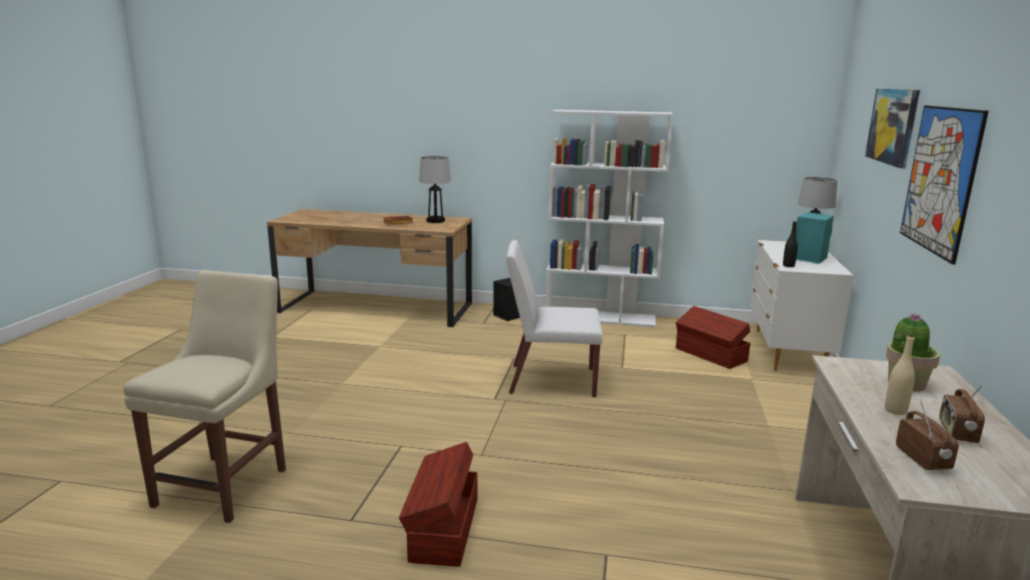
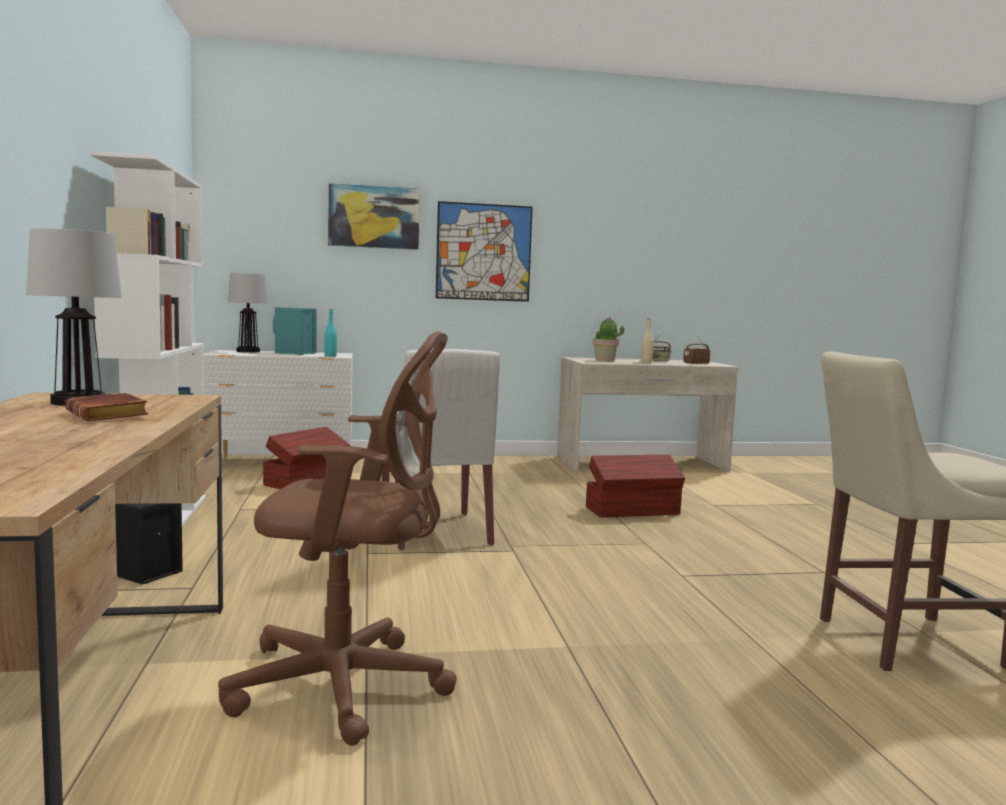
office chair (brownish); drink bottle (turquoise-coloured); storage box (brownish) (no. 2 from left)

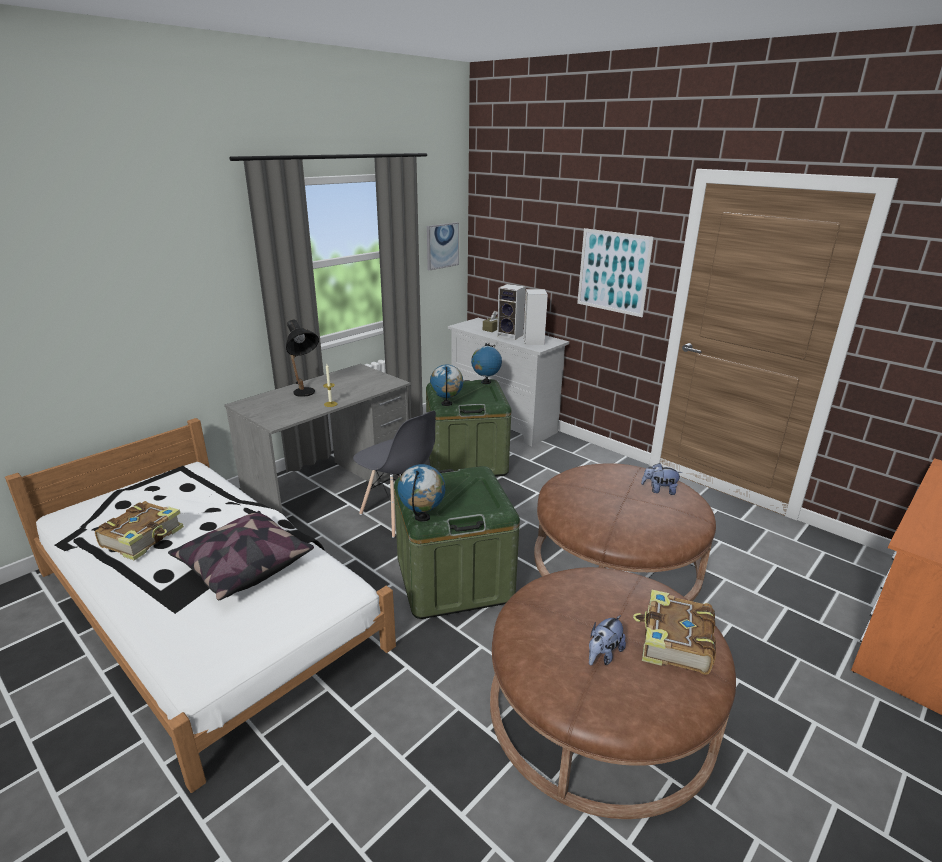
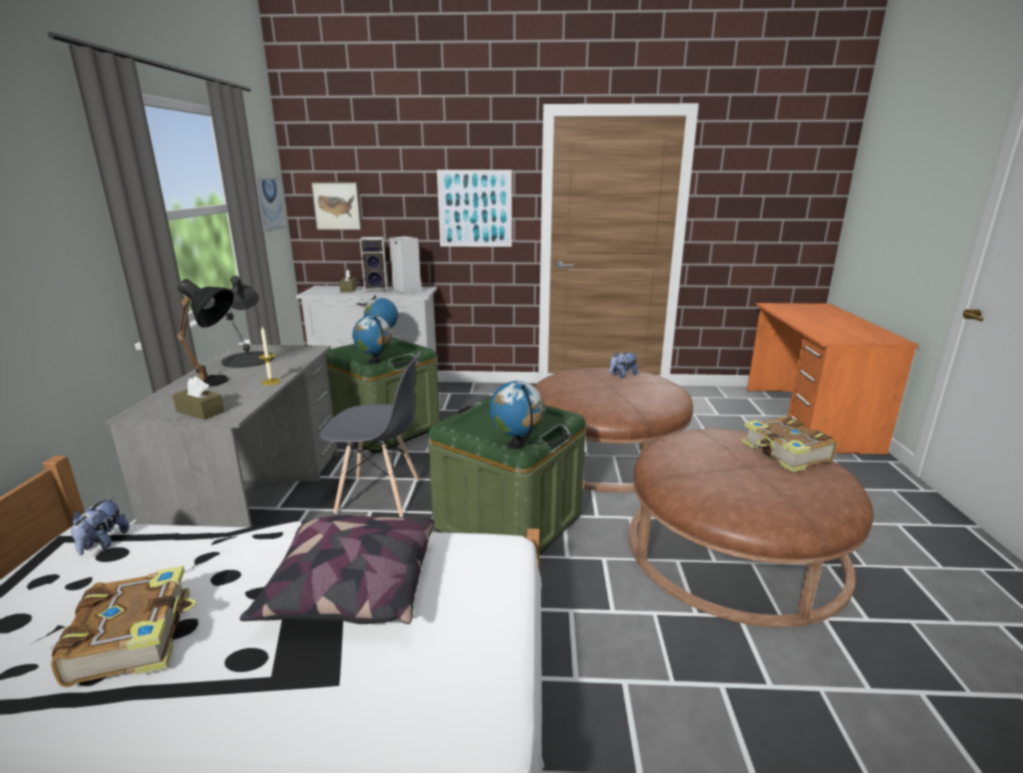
cuddly toy (no. 1 from left); tissue holder (brownish) (no. 1 from left); table lamp (black) (no. 2 from left); picture (no. 2 from left)

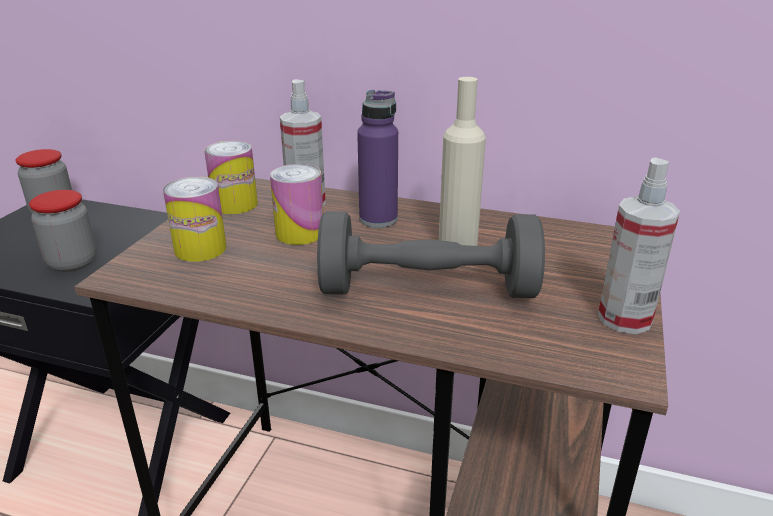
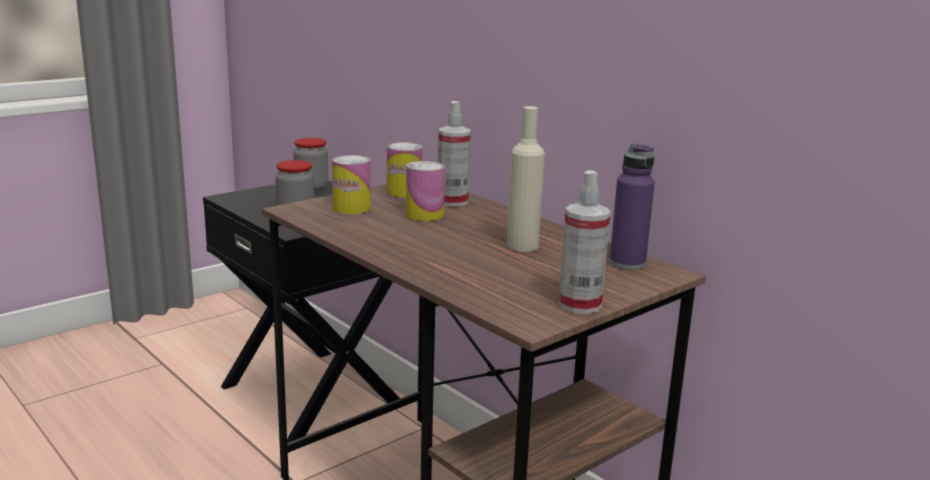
drink bottle (purple); free weight (greyish)

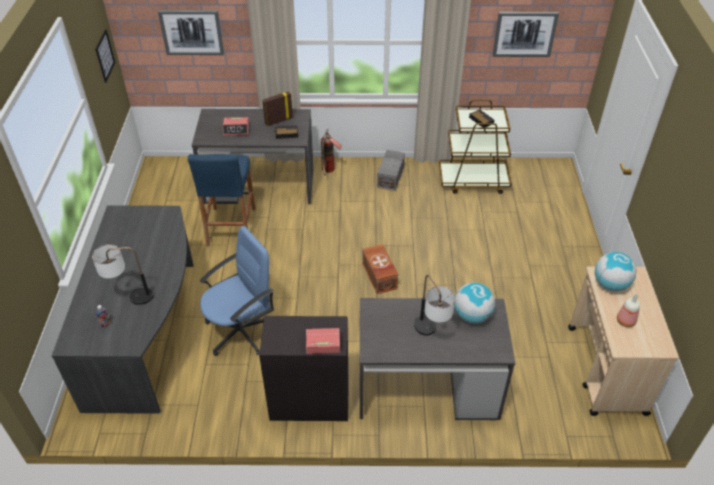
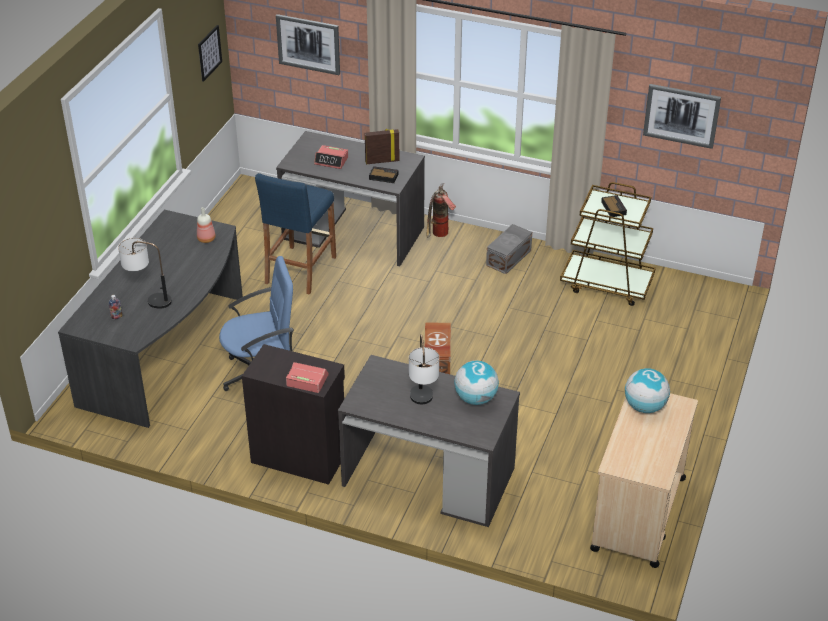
drink bottle (no. 2 from left)

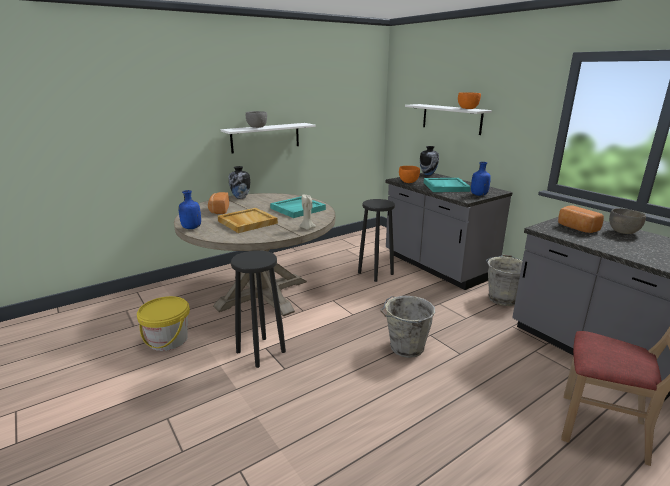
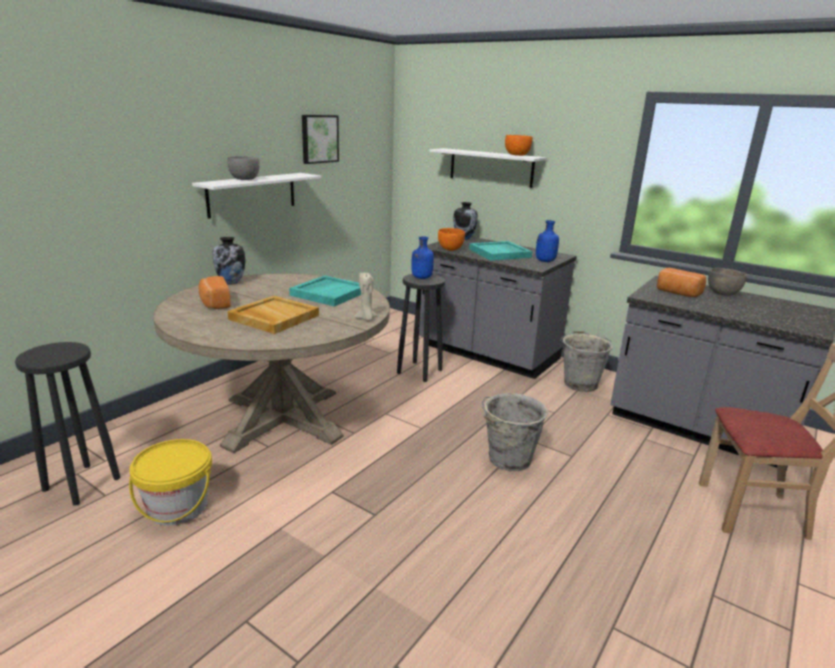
stool seat (black) (no. 1 from left); picture; drink bottle (bluish) (no. 1 from left)

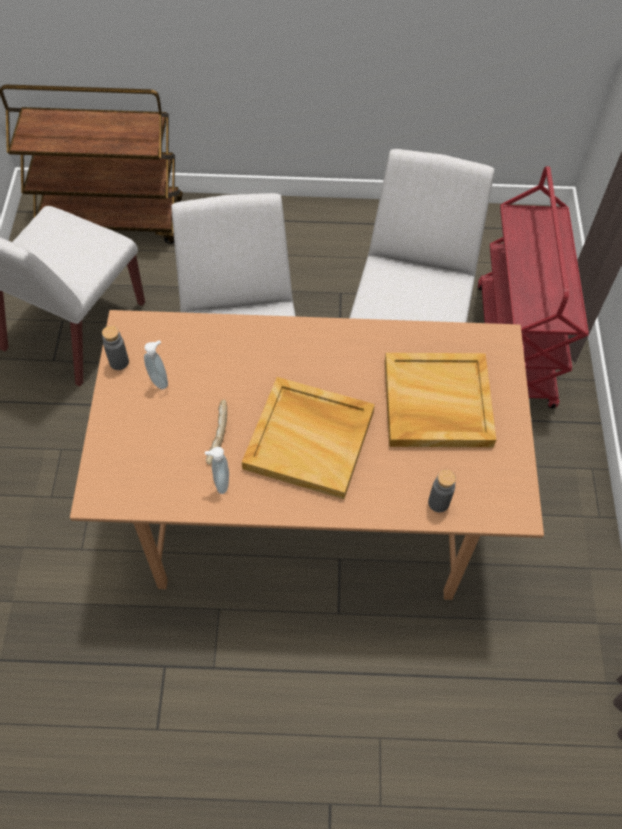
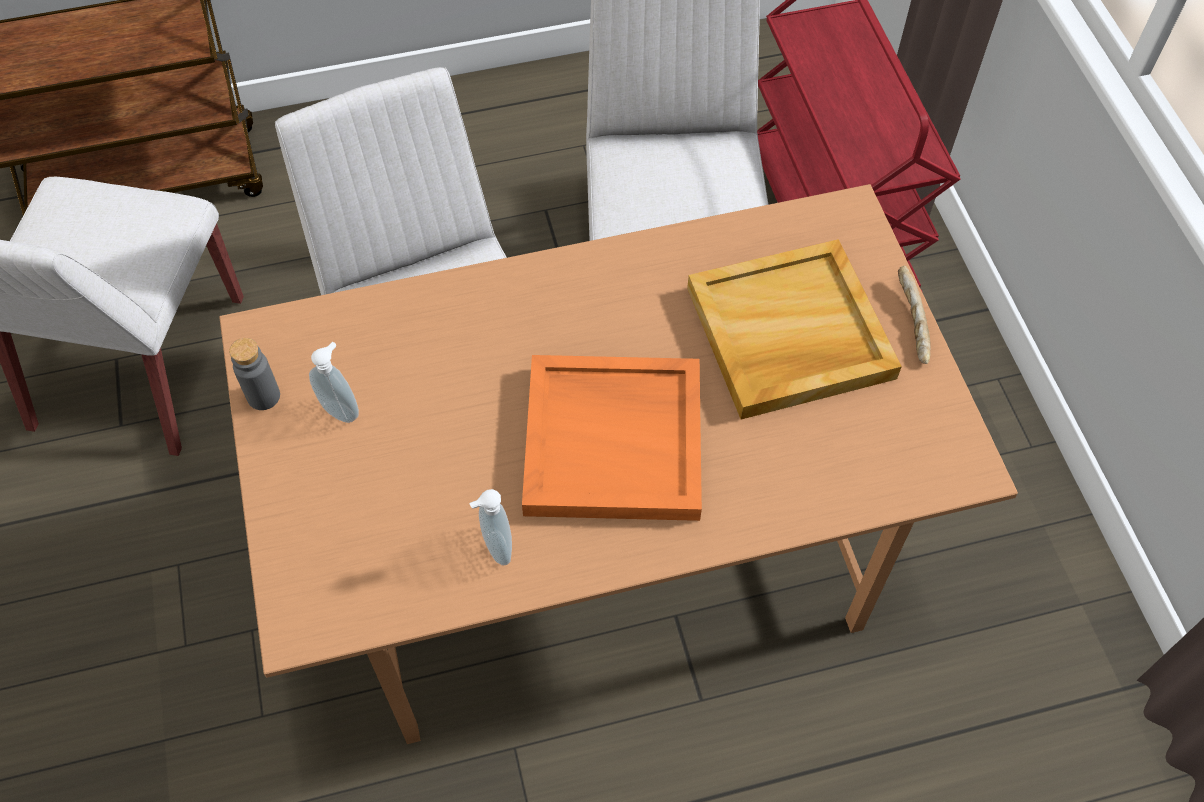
tray (orange); bread; drink bottle (greyish) (no. 2 from left in the first image)

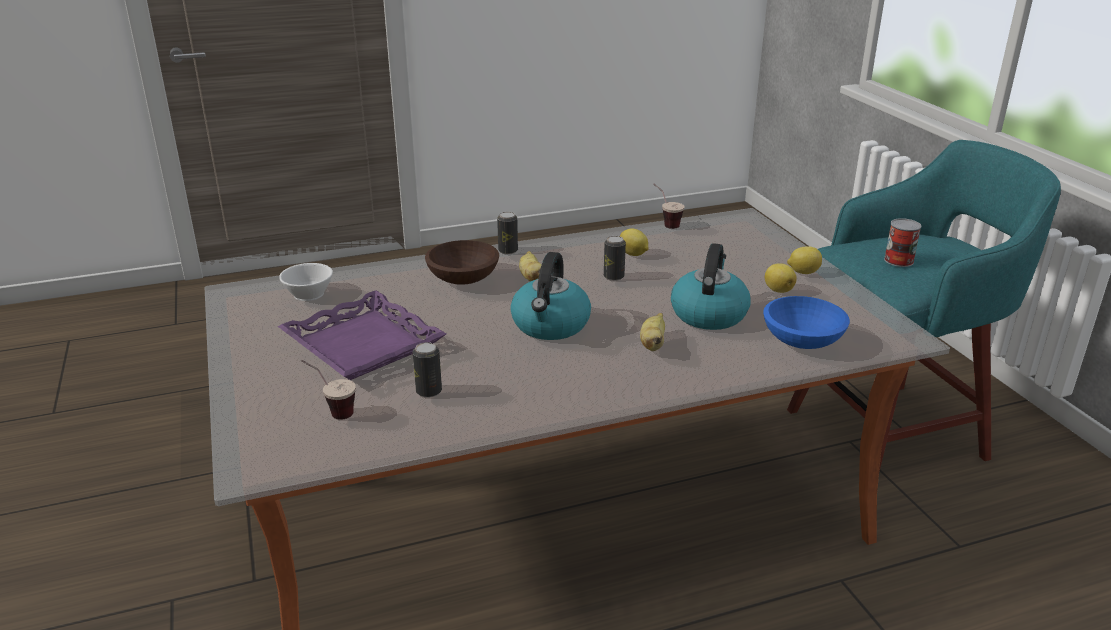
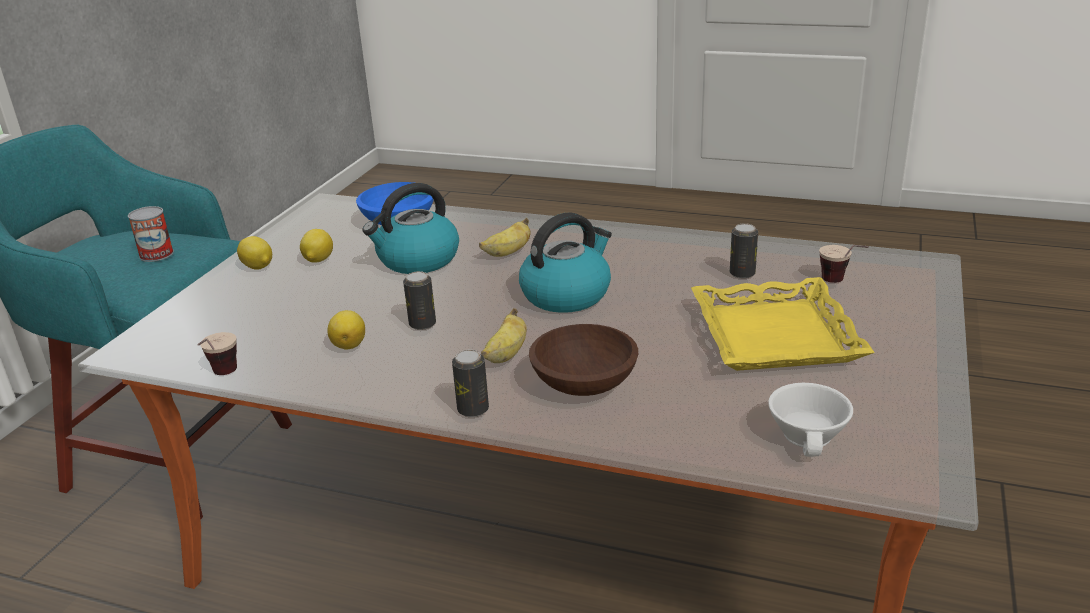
tray (yellow)

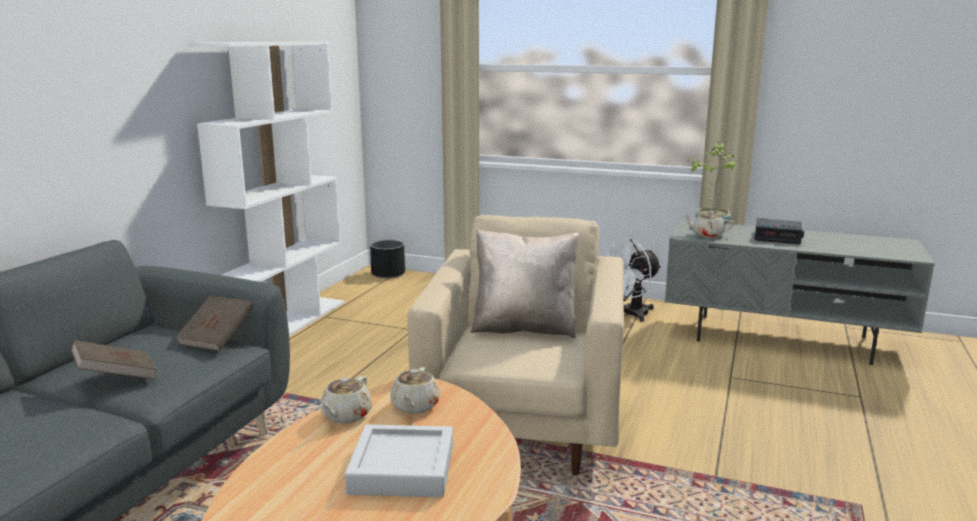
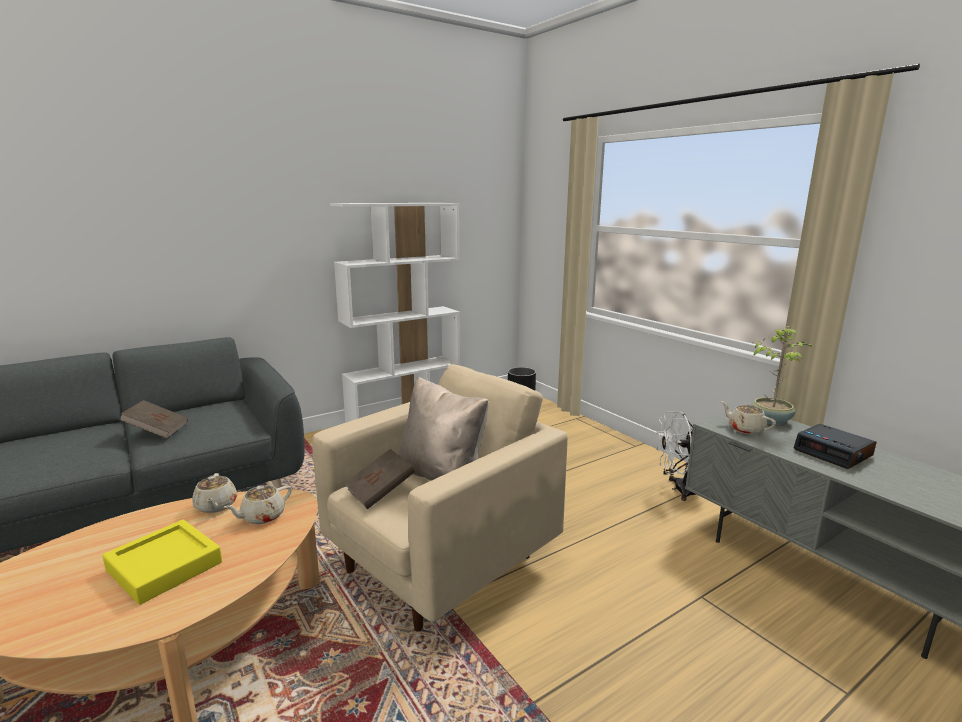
tray (yellow); teapot (beige-coloured) (no. 1 from left); book (brownish) (no. 2 from left)

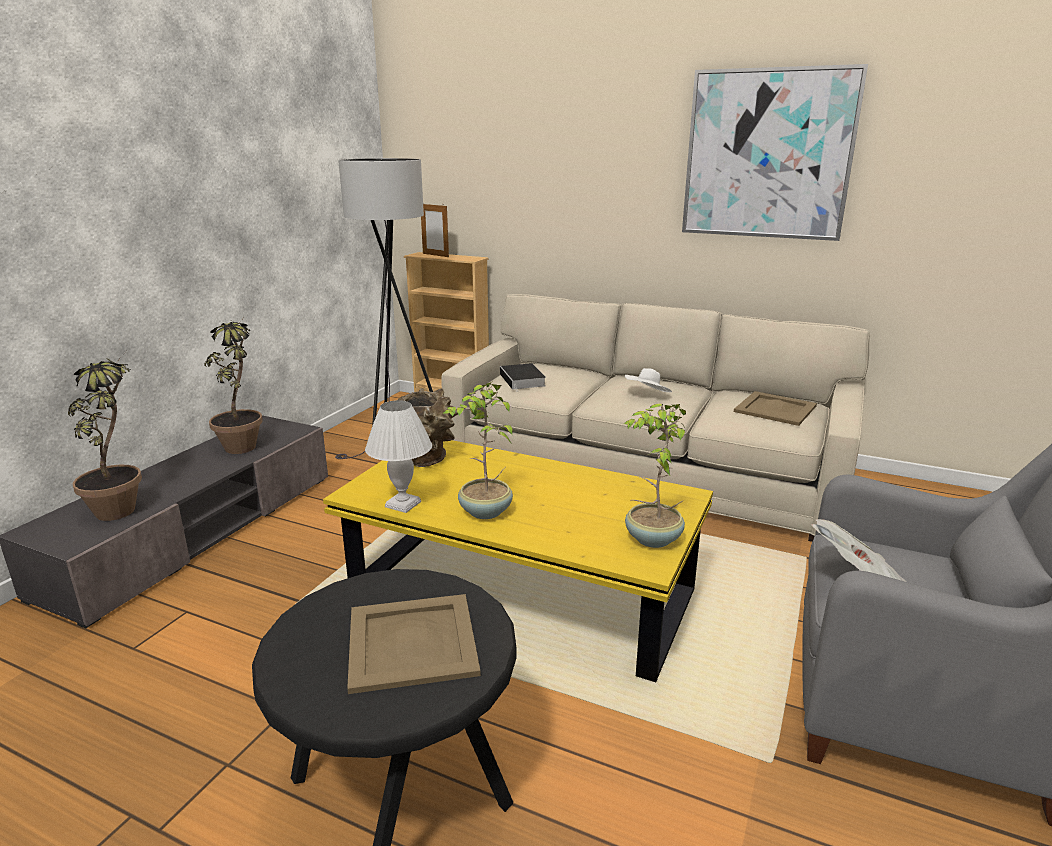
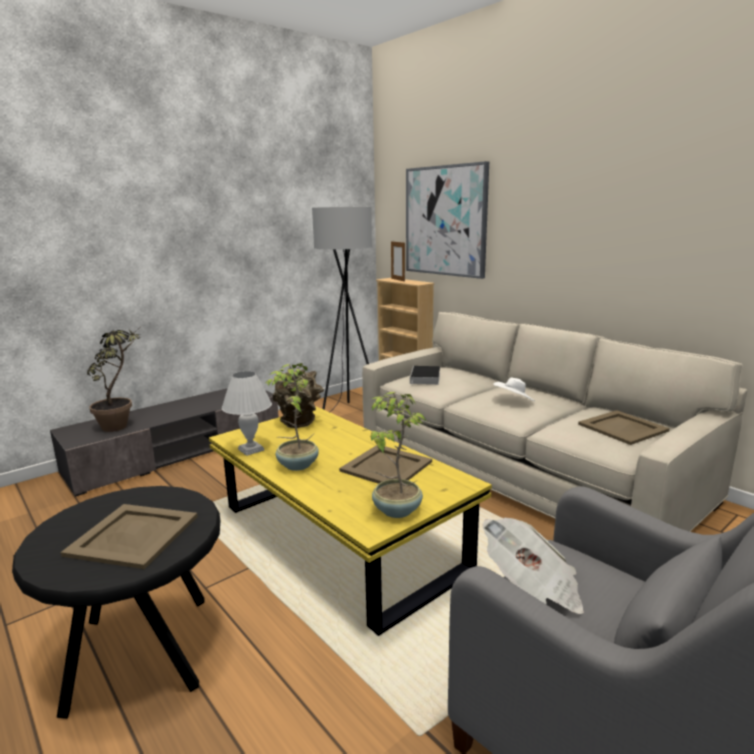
tray (beige-coloured) (no. 2 from left); picture; potted plant (no. 2 from left in the first image)

